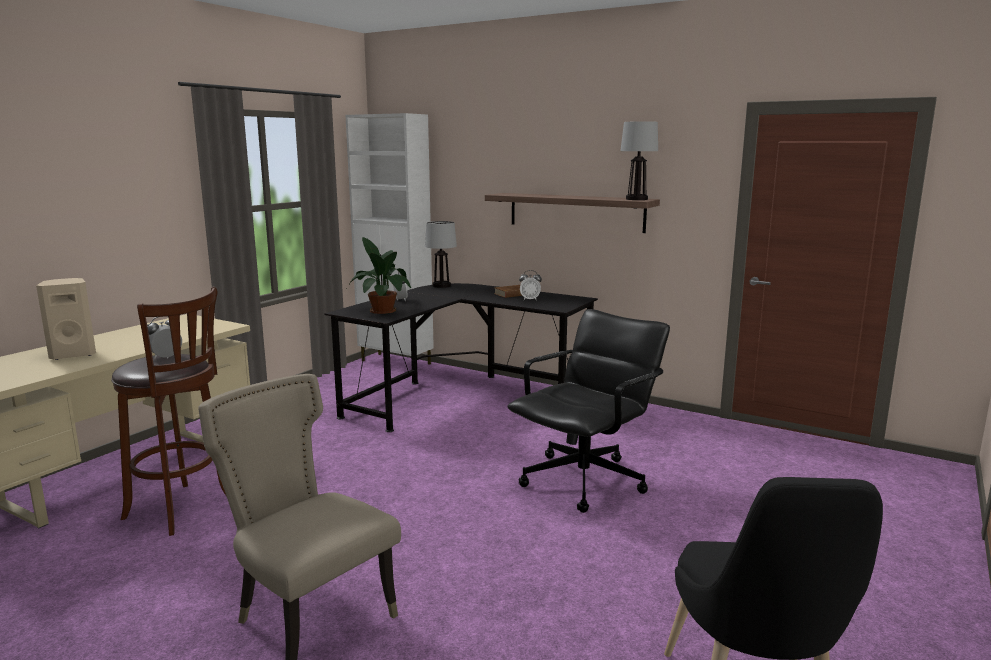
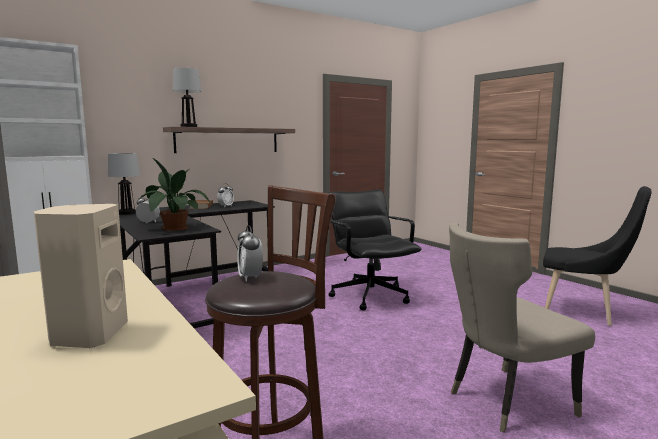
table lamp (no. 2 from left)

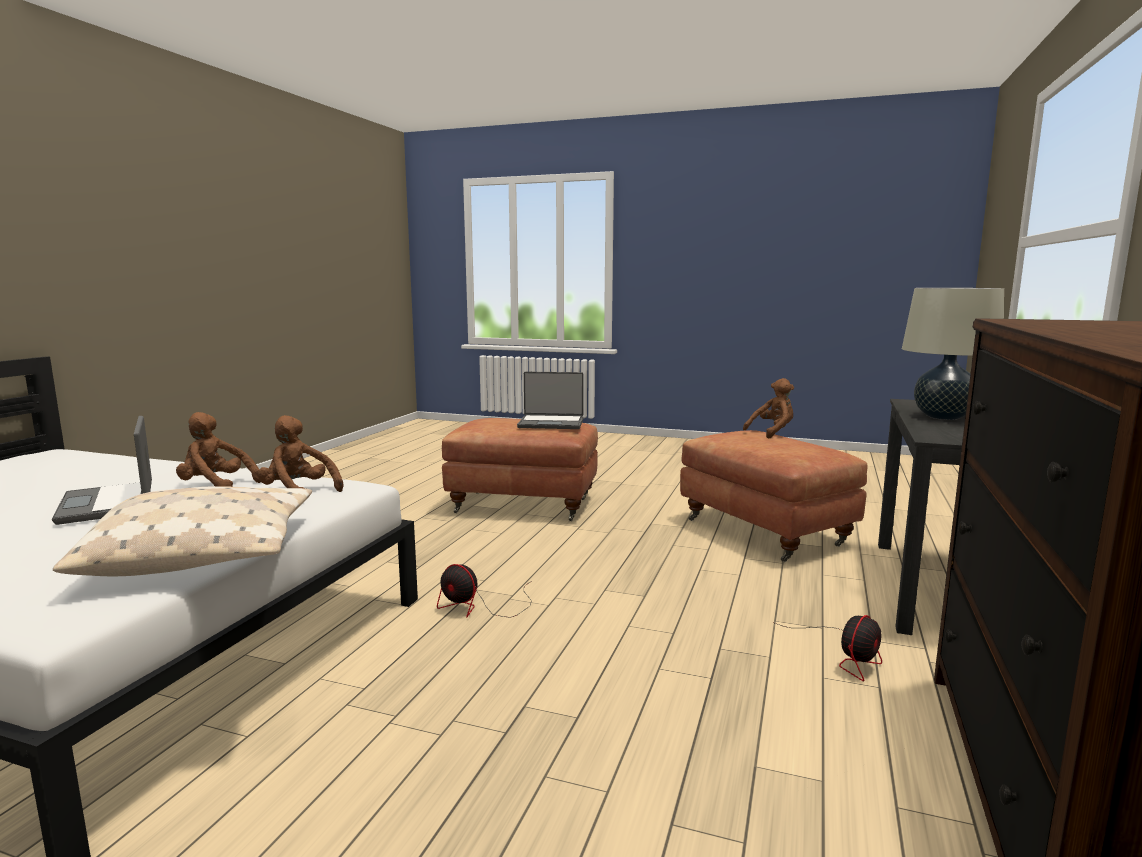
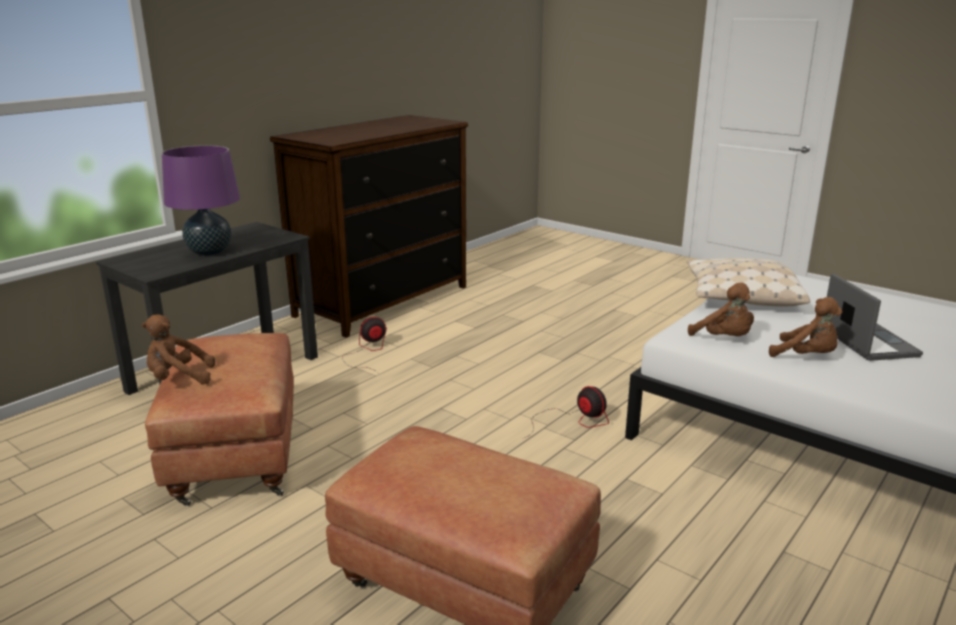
table lamp (purple); portable computer (no. 2 from left in the first image)

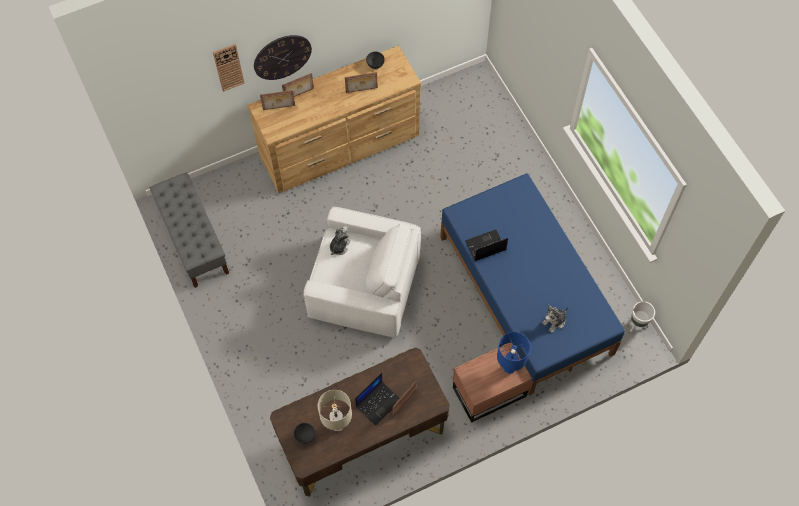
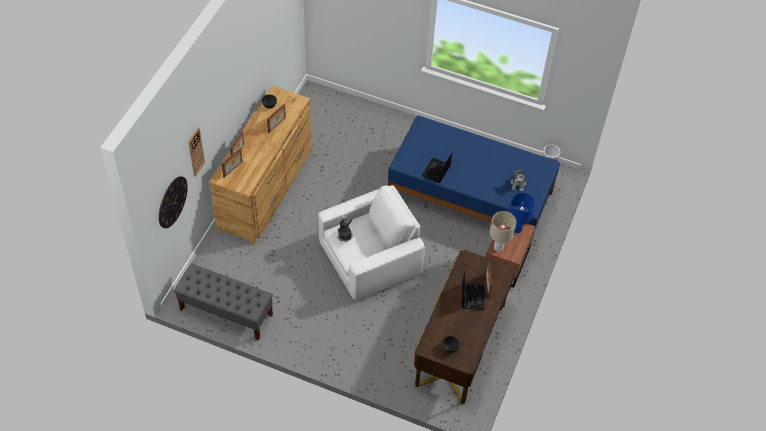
hanging clock (no. 1 from left); table lamp (beige-coloured)

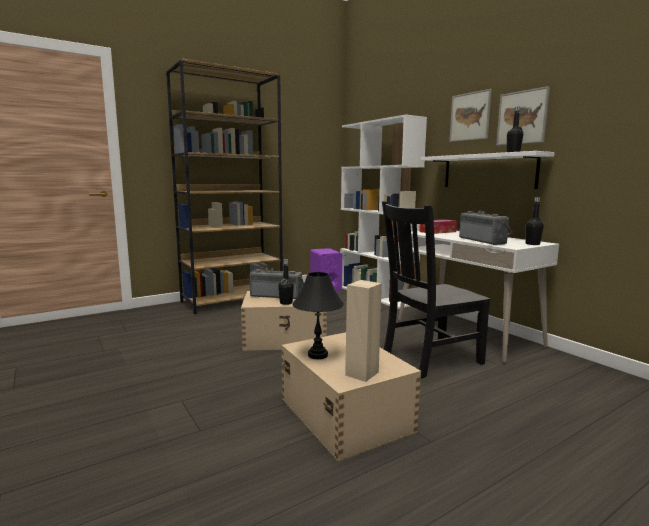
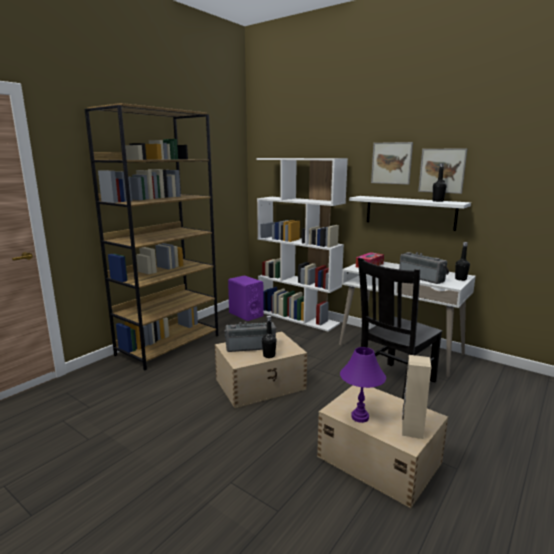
table lamp (purple)

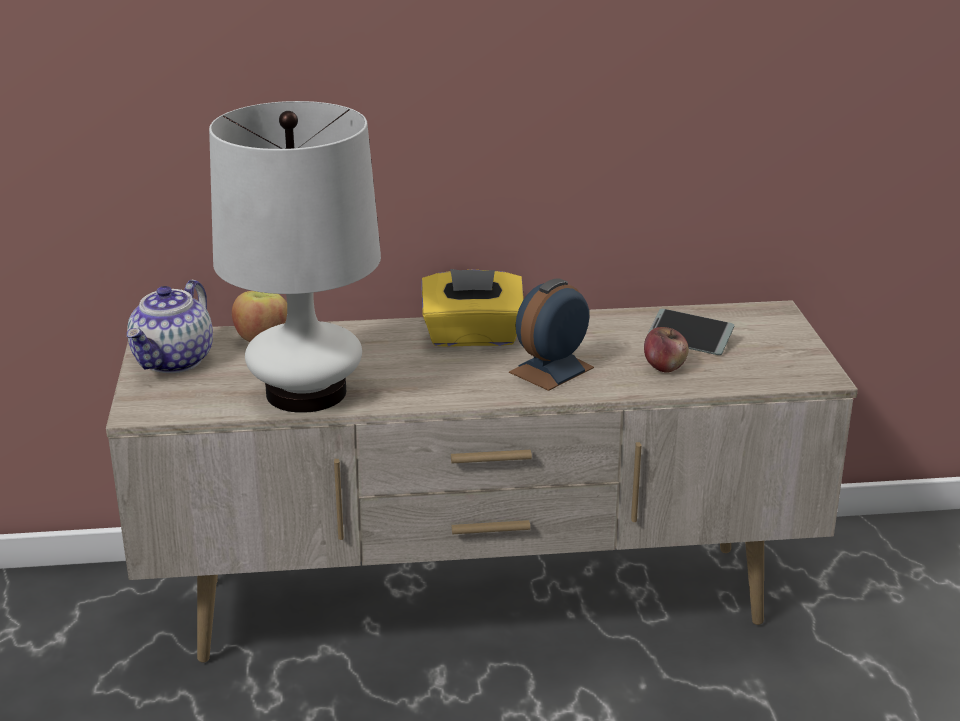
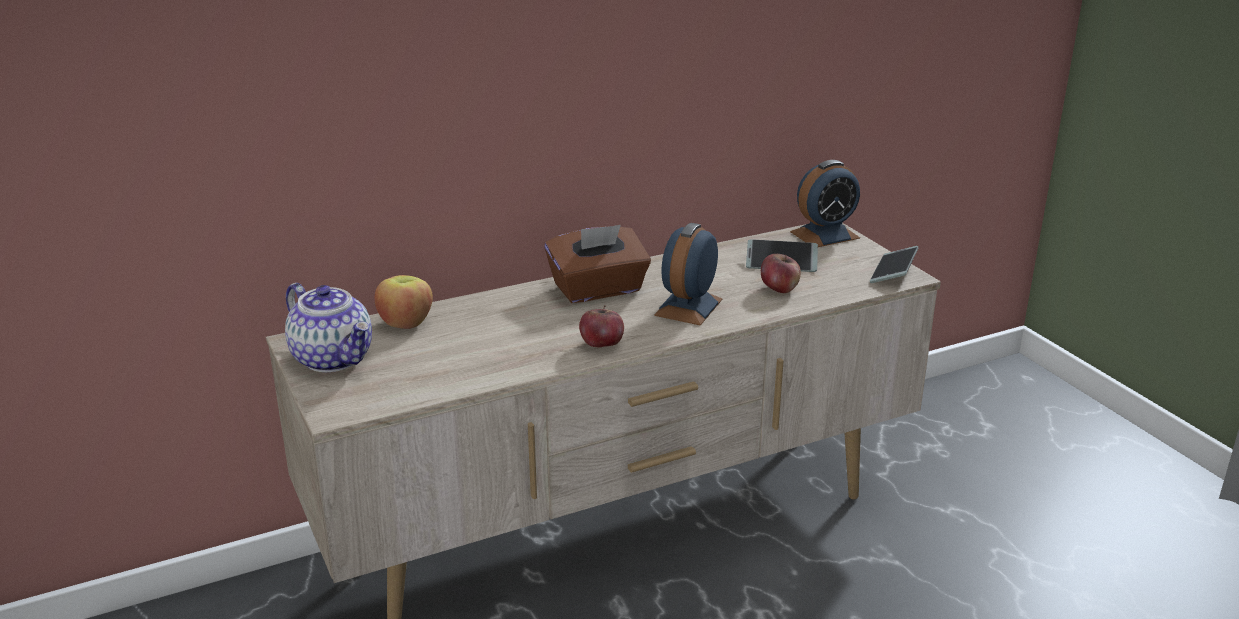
teapot; tissue holder (brownish); apple (no. 2 from left); table clock (no. 2 from left); telephone (no. 2 from left); table lamp (white)

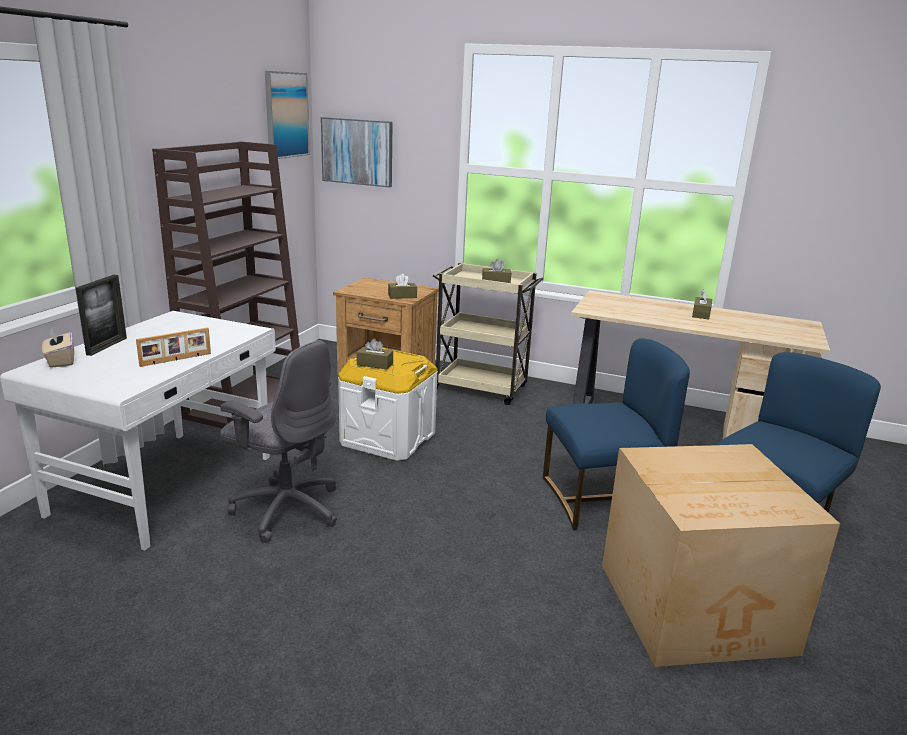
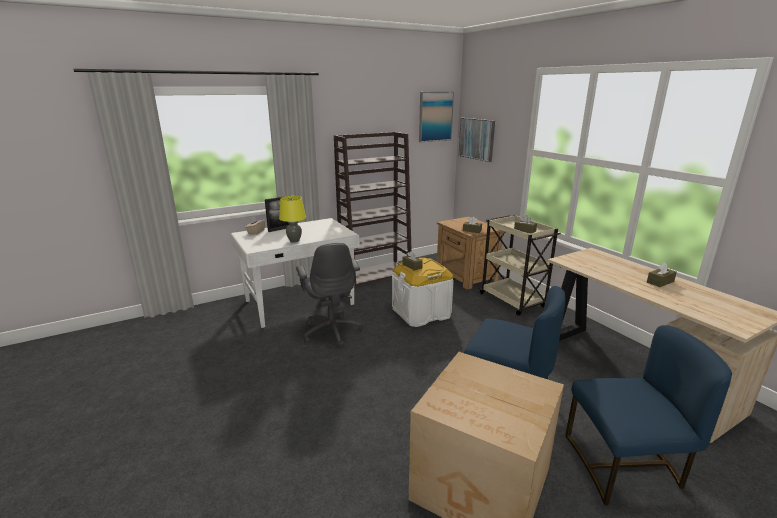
table lamp (yellow)

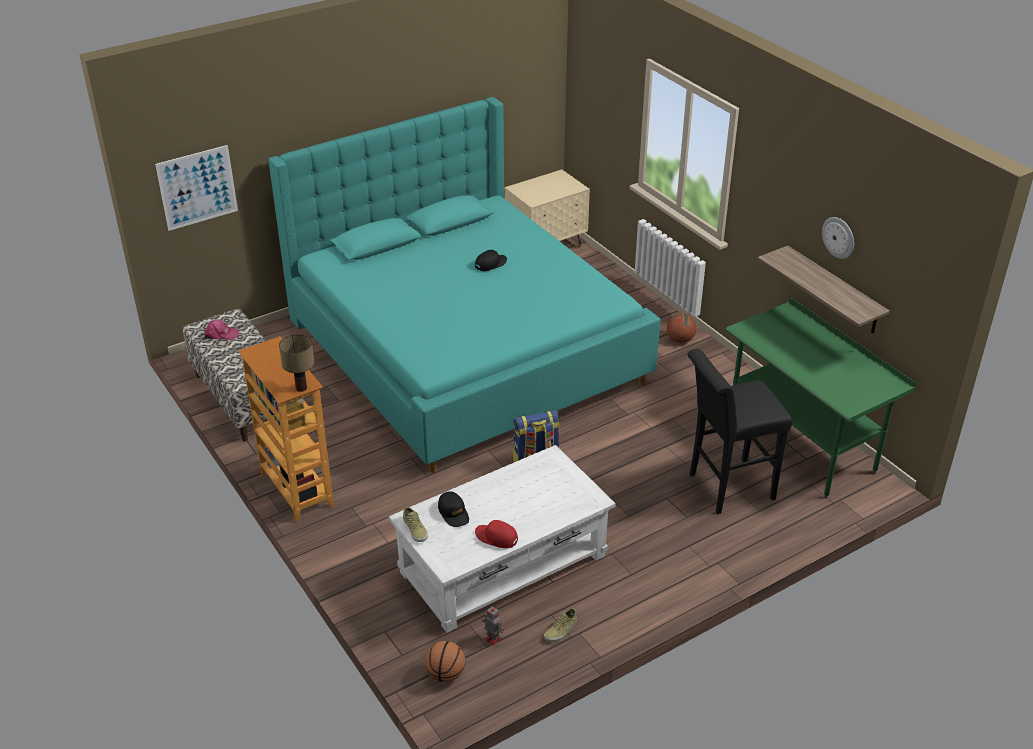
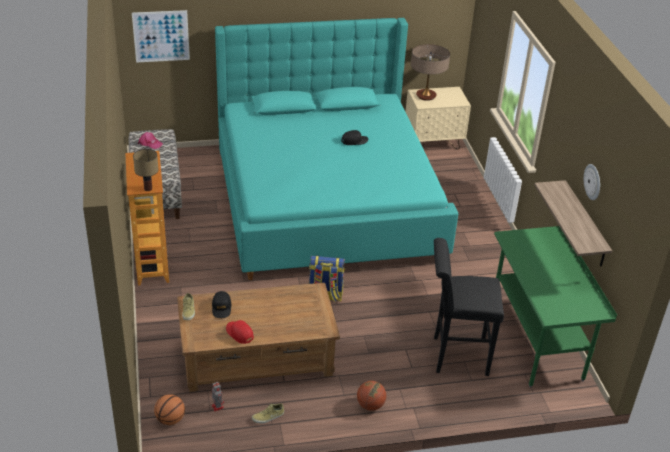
lounge table (brownish); basketball (no. 2 from left); table lamp (no. 2 from left)

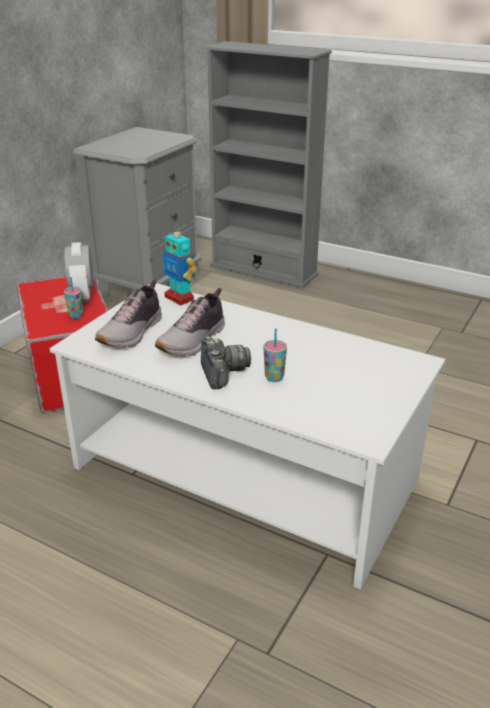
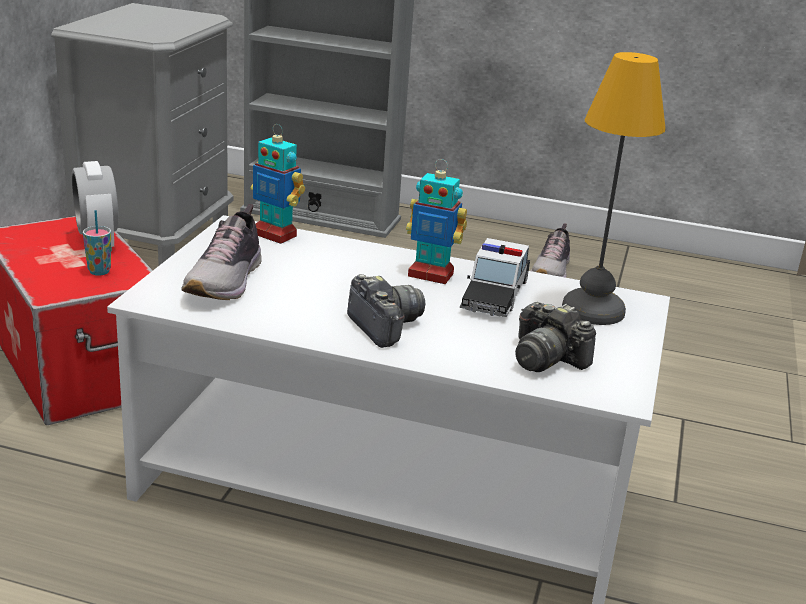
toy robot (no. 2 from left); toy car; still camera (no. 2 from left); item of footwear (no. 2 from left); table lamp; cup (no. 2 from left in the first image)

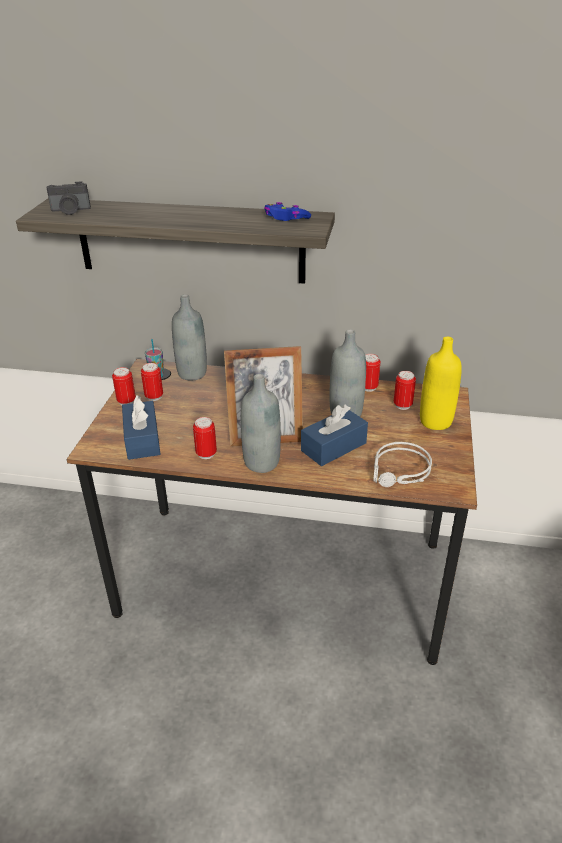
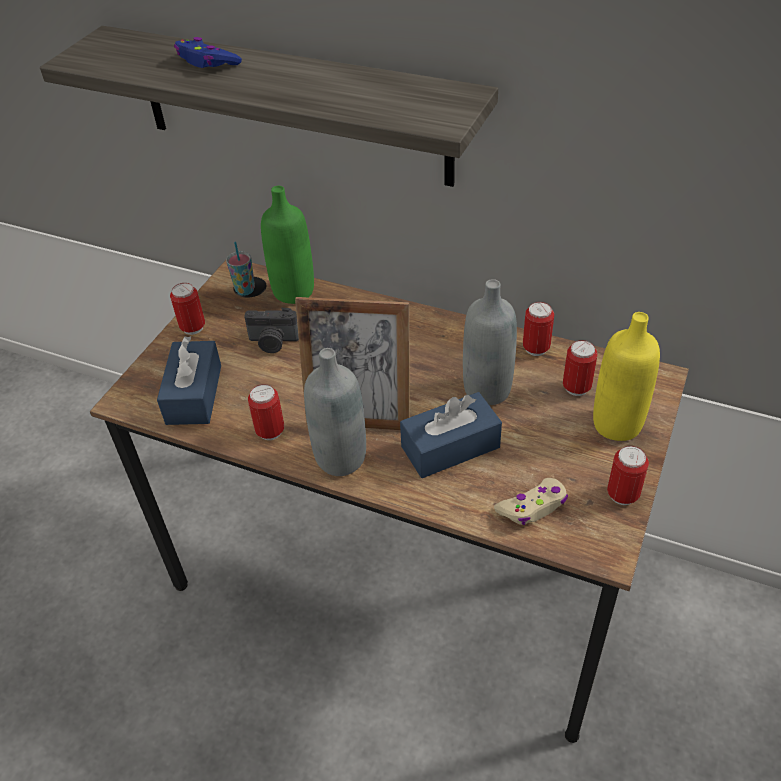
game controller (bluish); still camera; drink bottle (green-coloured); game controller (beige-coloured); sealed can (no. 5 from left)

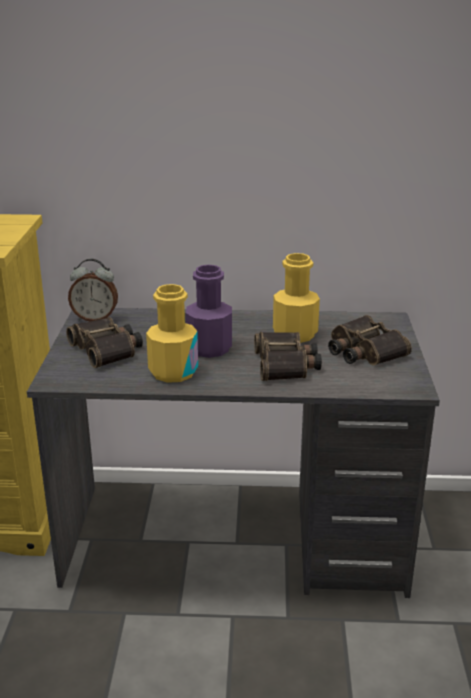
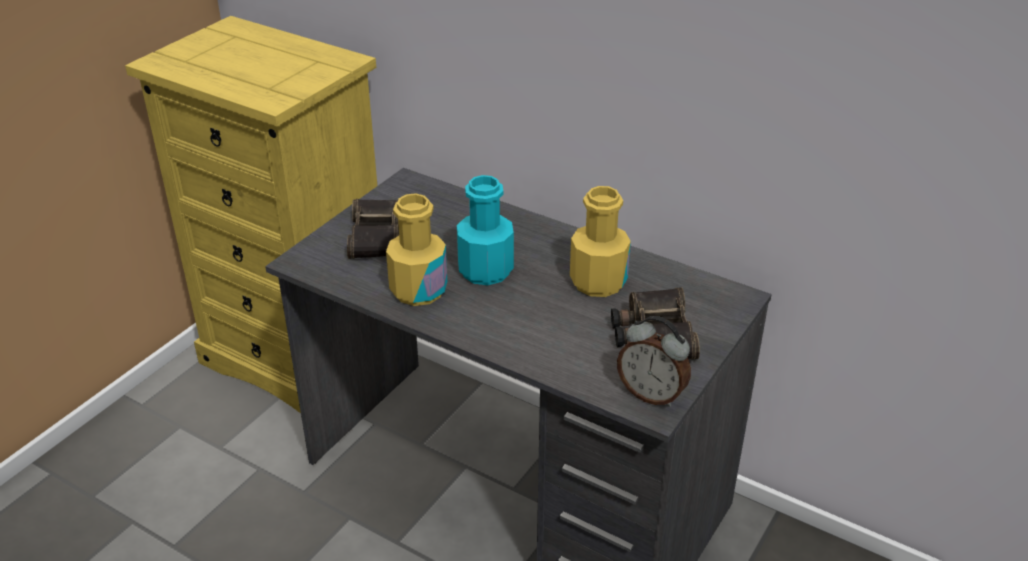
drink bottle (turquoise-coloured); table clock; pair of binoculars (no. 2 from left in the first image)

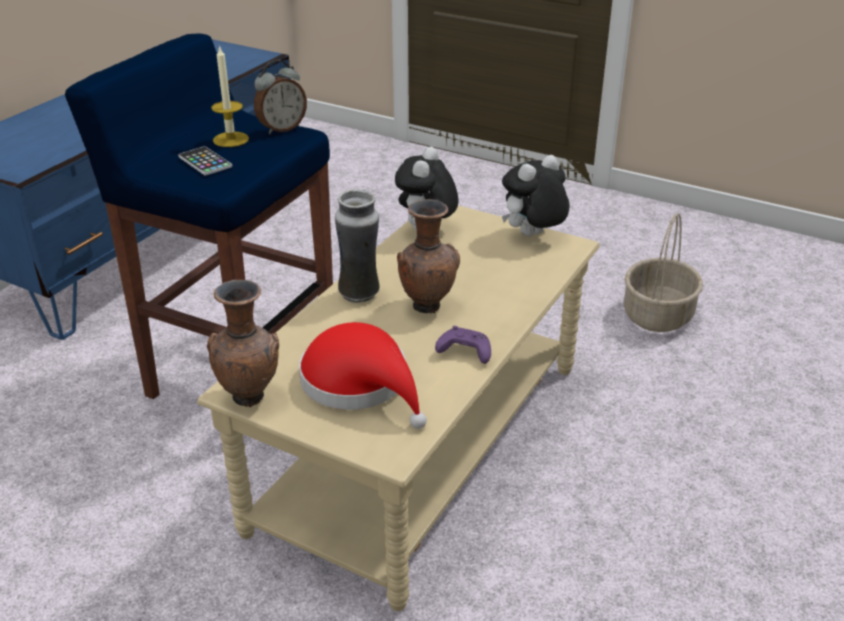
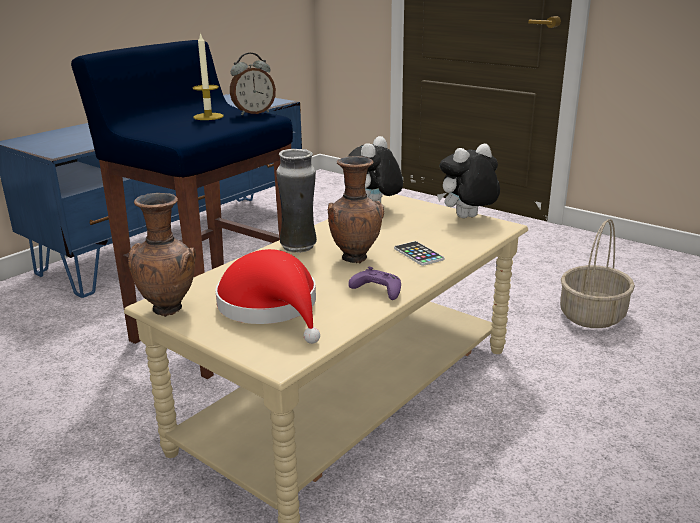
telephone

